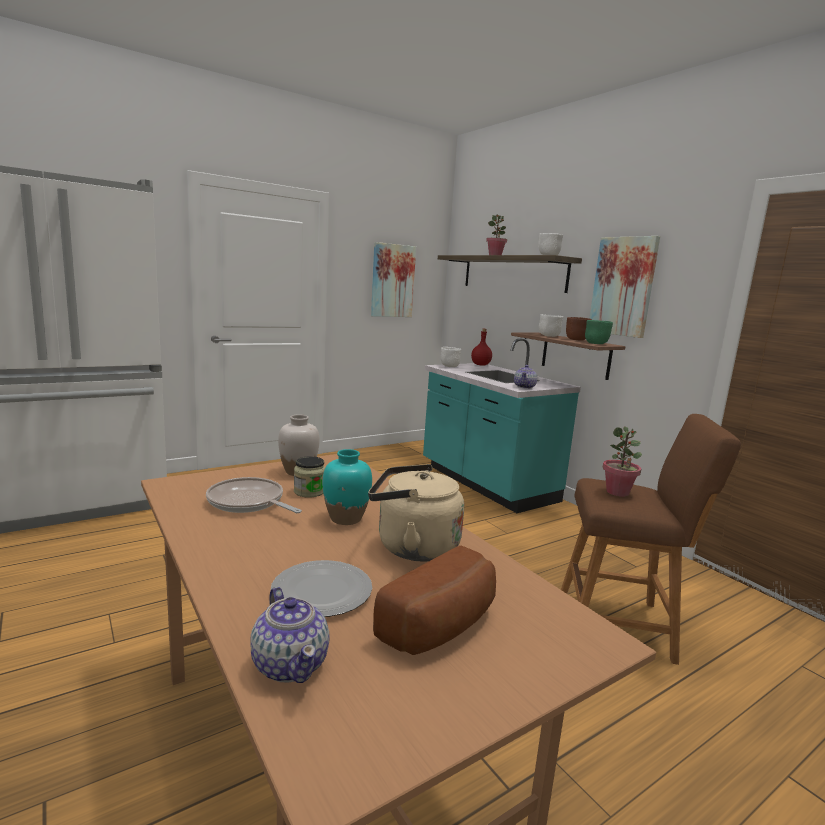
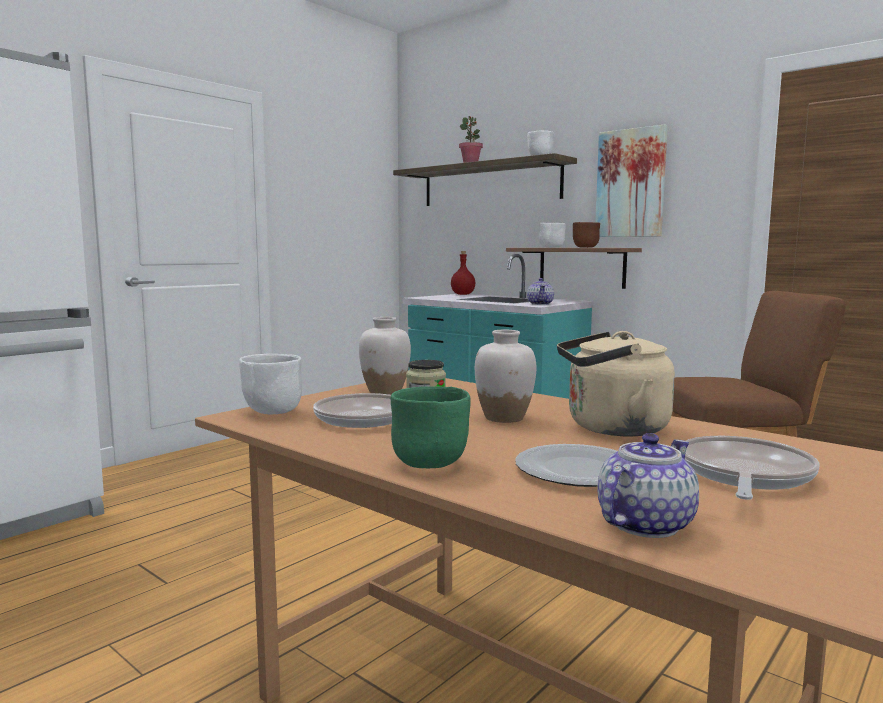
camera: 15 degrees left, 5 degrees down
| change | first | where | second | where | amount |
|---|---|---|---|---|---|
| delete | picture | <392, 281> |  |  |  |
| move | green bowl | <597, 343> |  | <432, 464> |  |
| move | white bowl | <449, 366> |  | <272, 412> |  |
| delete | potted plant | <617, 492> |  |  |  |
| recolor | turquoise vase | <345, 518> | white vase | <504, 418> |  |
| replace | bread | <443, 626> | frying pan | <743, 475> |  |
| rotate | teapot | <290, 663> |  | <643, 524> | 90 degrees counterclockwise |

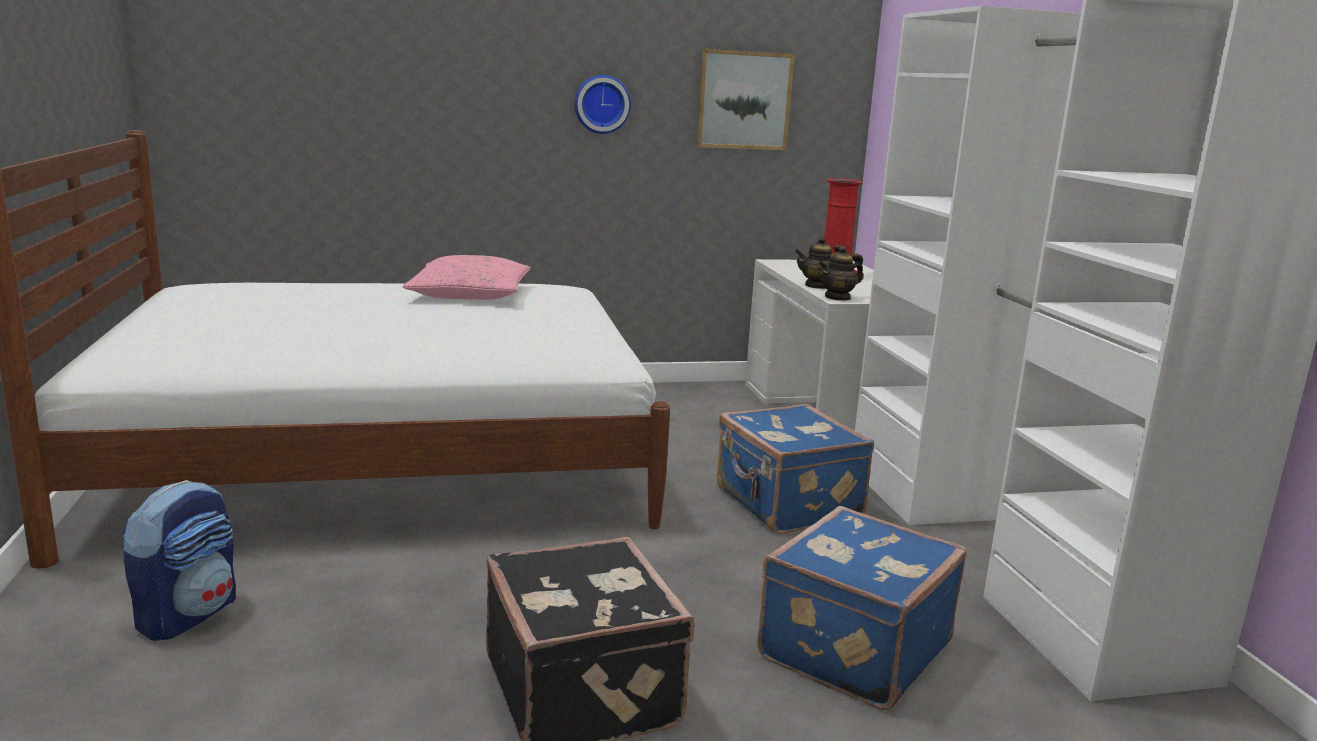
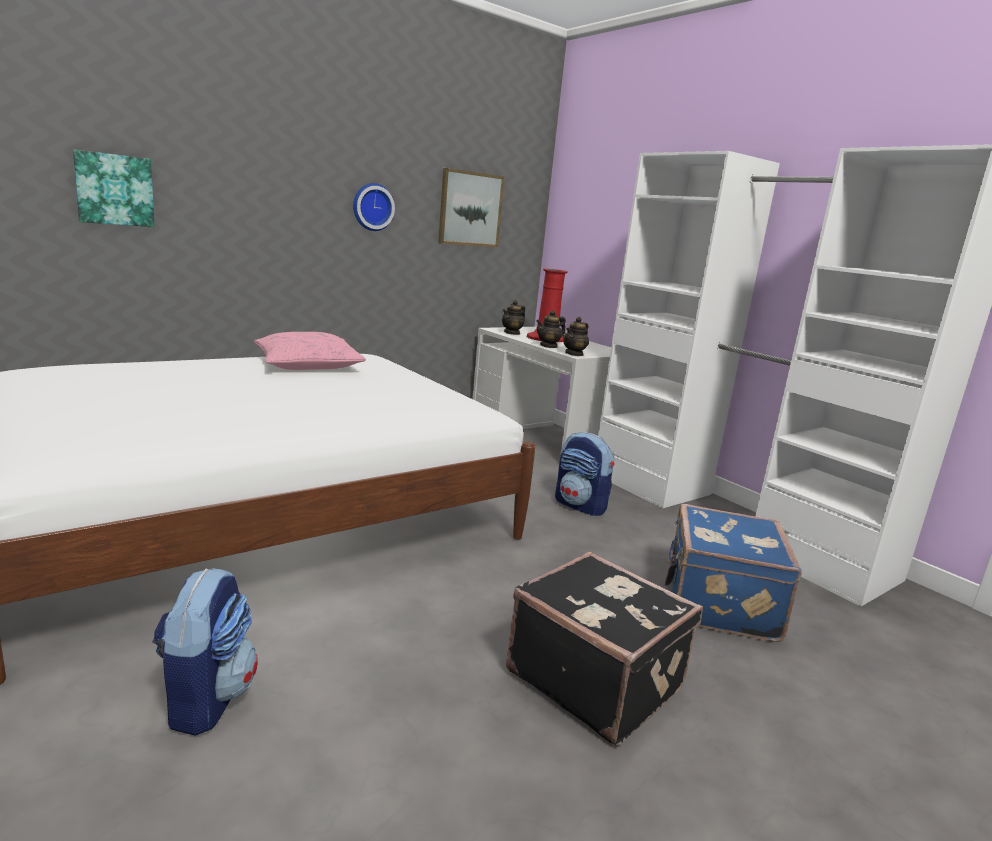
camera: 25 degrees left, 0 degrees up
| change | first | where | second | where | amount |
|---|---|---|---|---|---|
| replace | blue suitcase | <786, 505> | backpack | <581, 506> |  |
| insert |  |  | picture | <114, 189> |  |
| insert |  |  | teapot | <512, 333> |  |

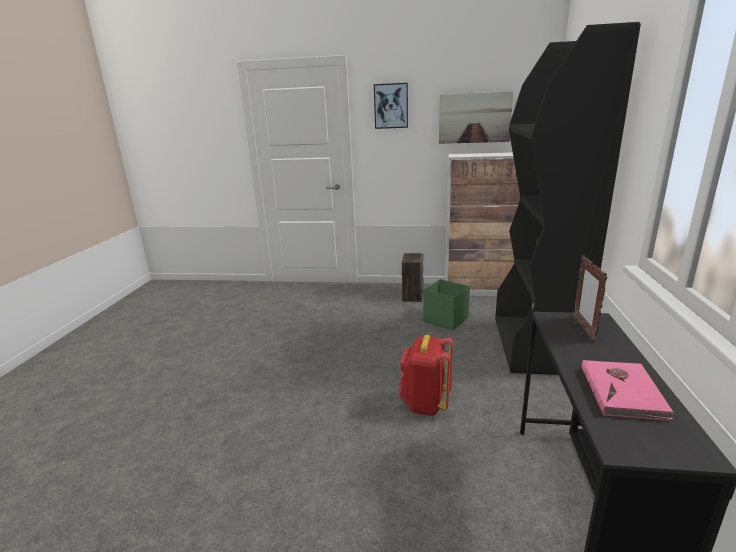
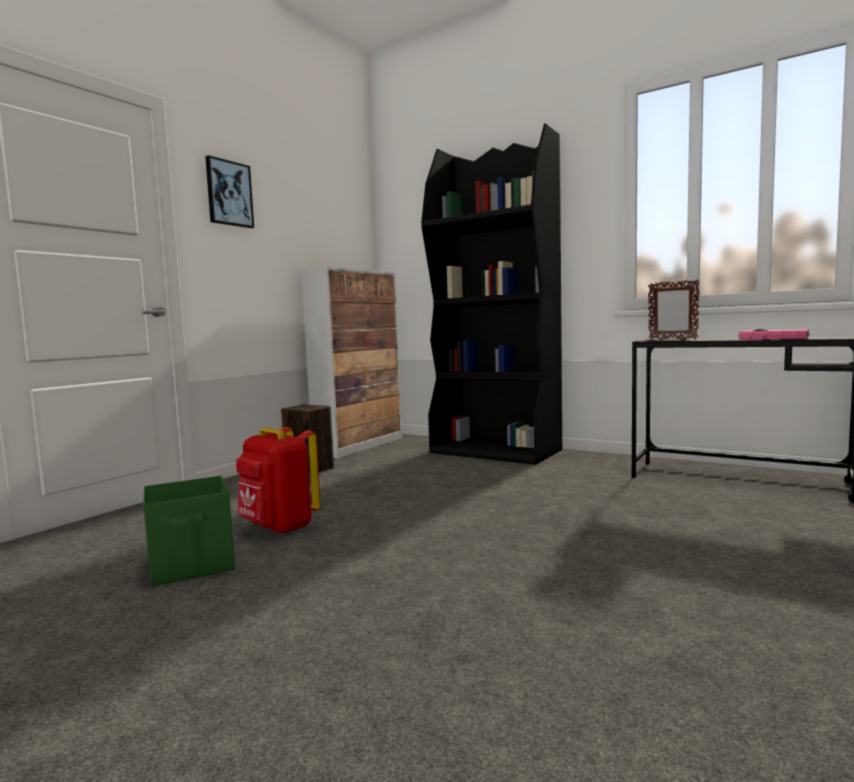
camera: 65 degrees left, 15 degrees down
| change | first | where | second | where | amount |
|---|---|---|---|---|---|
| delete | picture | <474, 118> |  |  |  |
| move | green storage box | <446, 320> |  | <193, 565> |  |
| move | red backpack | <425, 404> |  | <279, 527> |  |

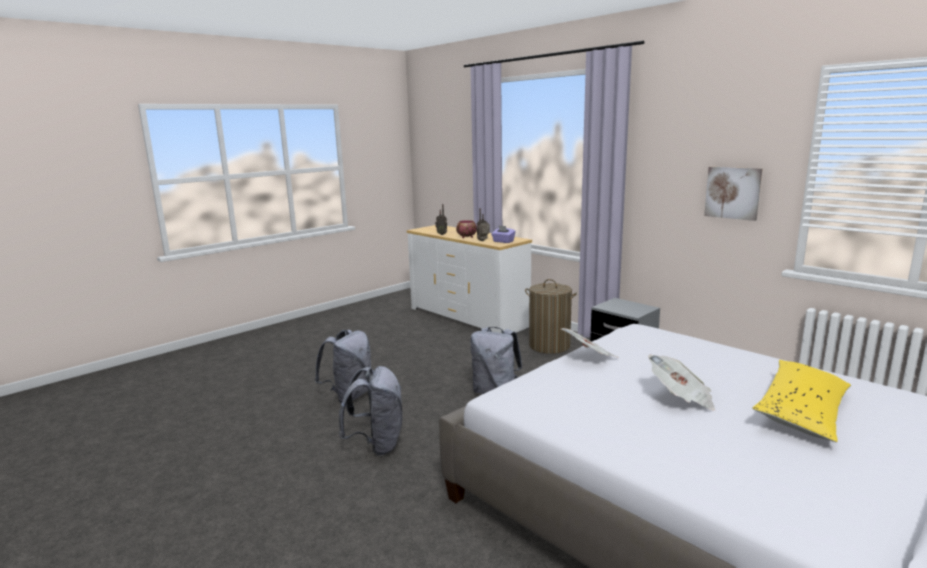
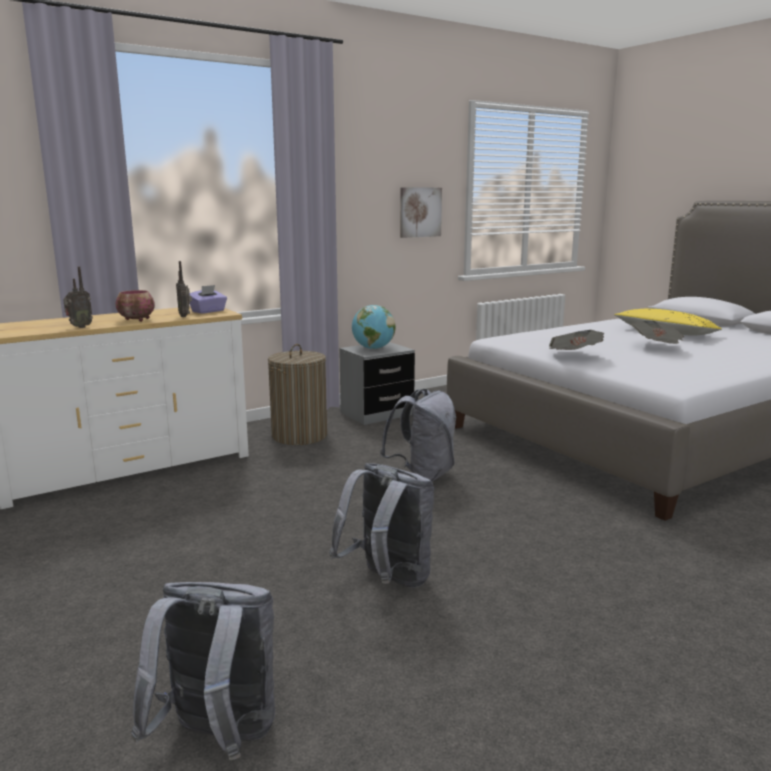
camera: 80 degrees left, 0 degrees up
| change | first | where | second | where | amount |
|---|---|---|---|---|---|
| move | grey backpack | <377, 444> |  | <217, 739> |  |
| insert |  |  | globe | <373, 348> |  |

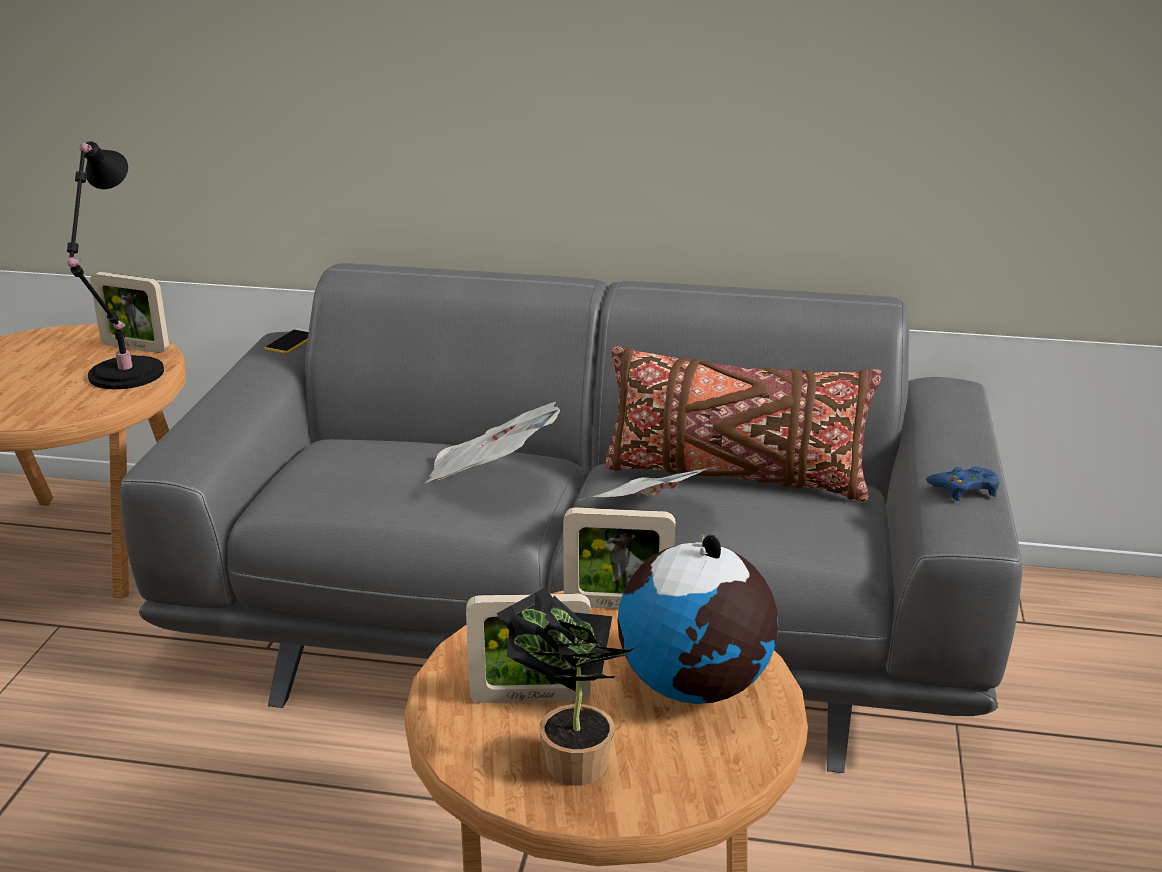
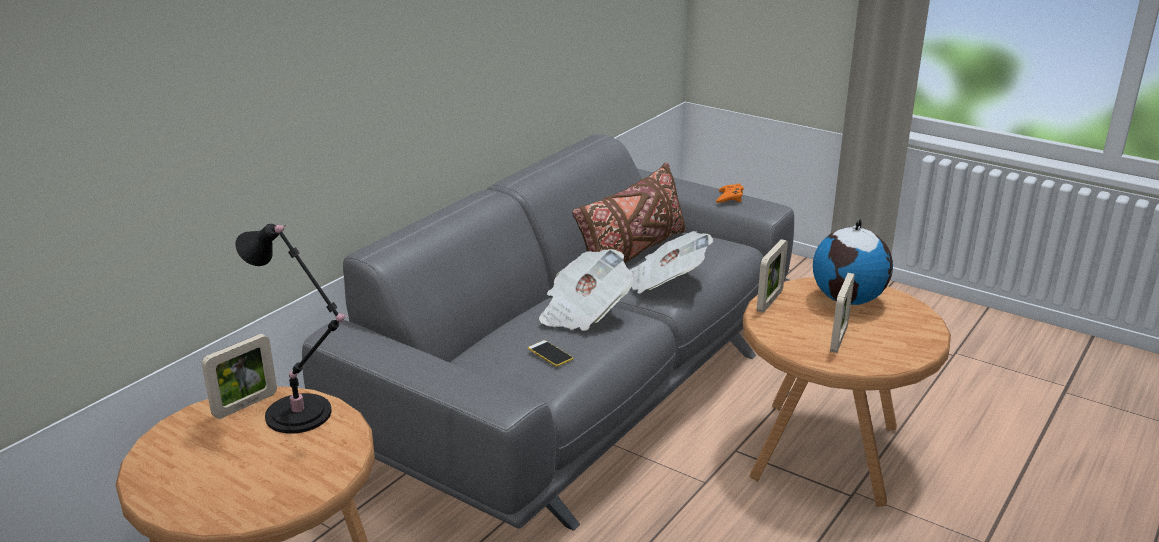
camera: 65 degrees left, 0 degrees up
| change | first | where | second | where | amount |
|---|---|---|---|---|---|
| move | phone | <292, 341> |  | <550, 354> |  |
| recolor | blue game controller | <965, 489> | orange game controller | <729, 197> |  |
| delete | potted plant | <568, 761> |  |  |  |

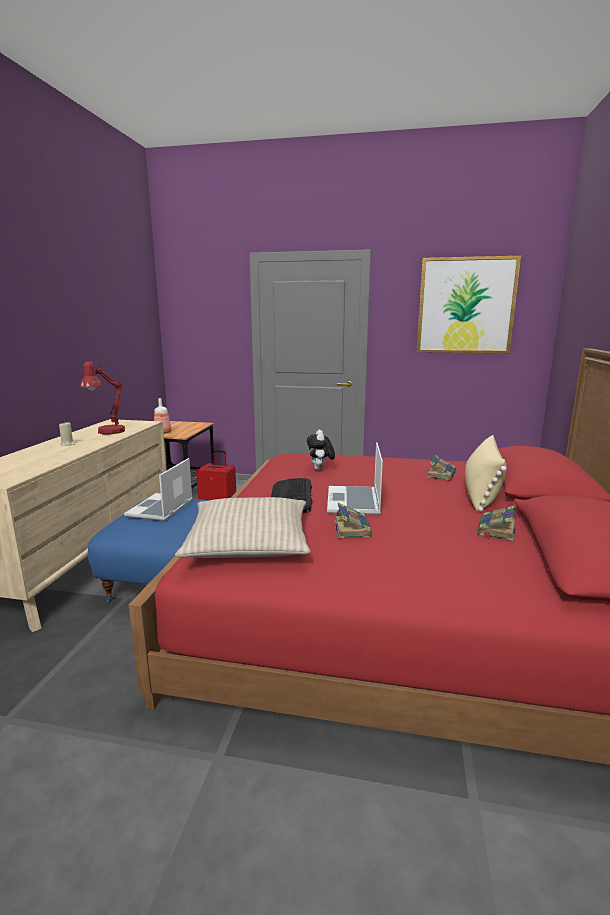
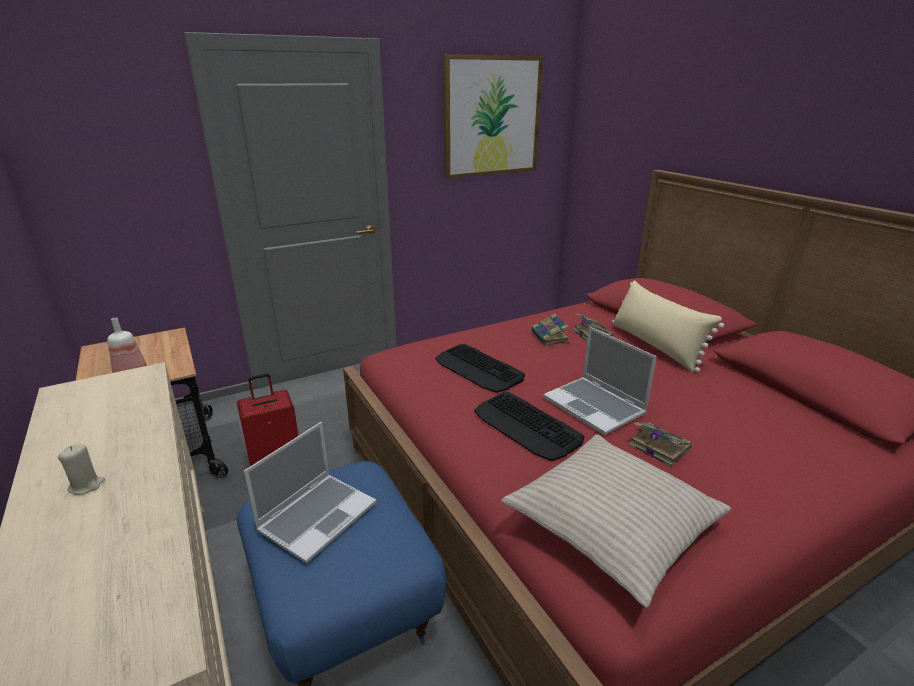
camera: 40 degrees left, 10 degrees up
| change | first | where | second | where | amount |
|---|---|---|---|---|---|
| delete | red table lamp | <107, 432> |  |  |  |
| replace | plush toy | <320, 469> | keyboard | <478, 369> |  |
| rotate | laptop | <160, 509> |  | <318, 516> | 120 degrees counterclockwise |
| move | book | <496, 530> |  | <550, 337> |  |

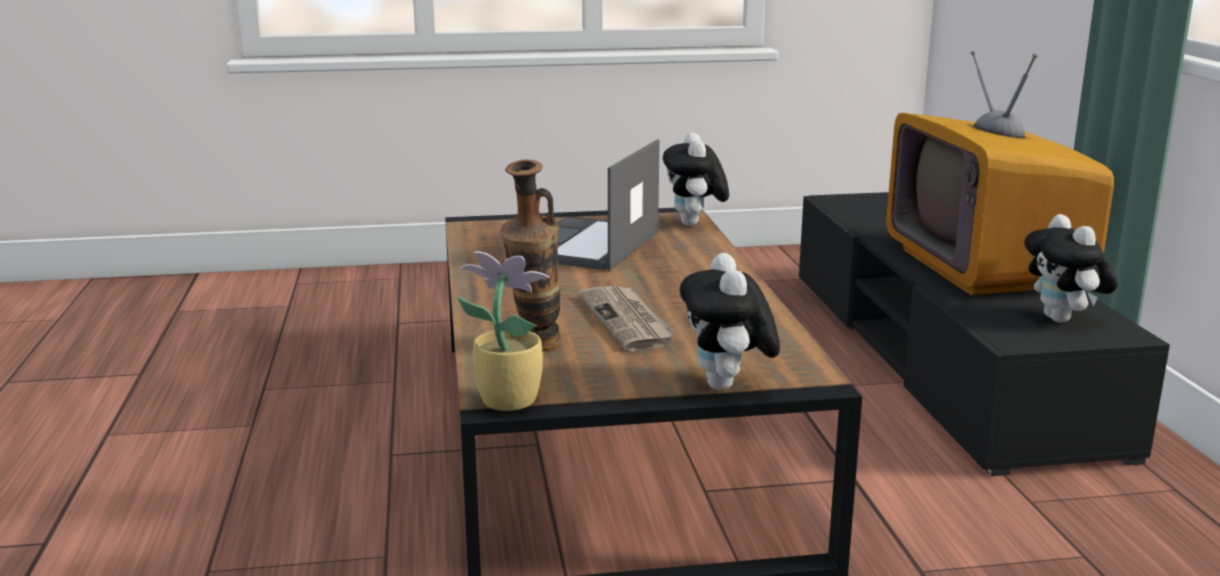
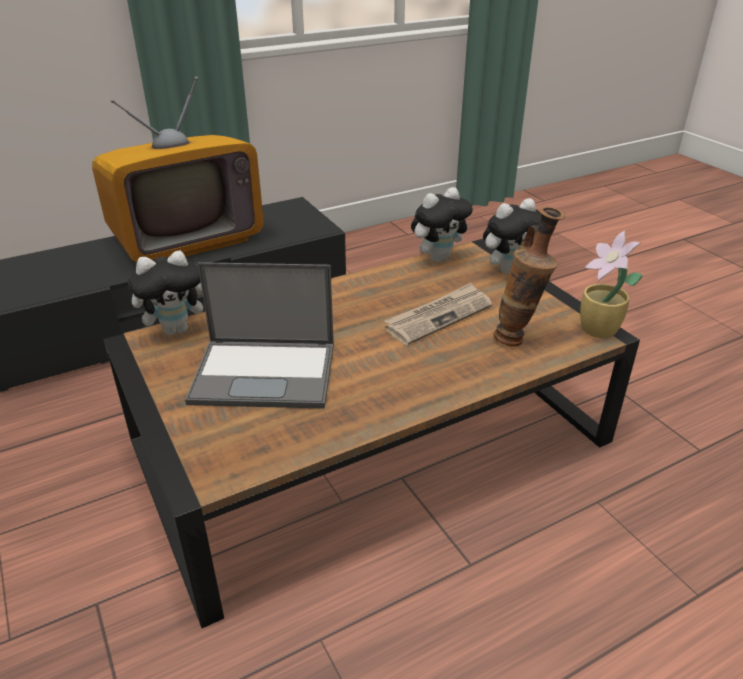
camera: 110 degrees left, 15 degrees up
| change | first | where | second | where | amount |
|---|---|---|---|---|---|
| move | plush toy | <1063, 320> |  | <438, 257> |  |

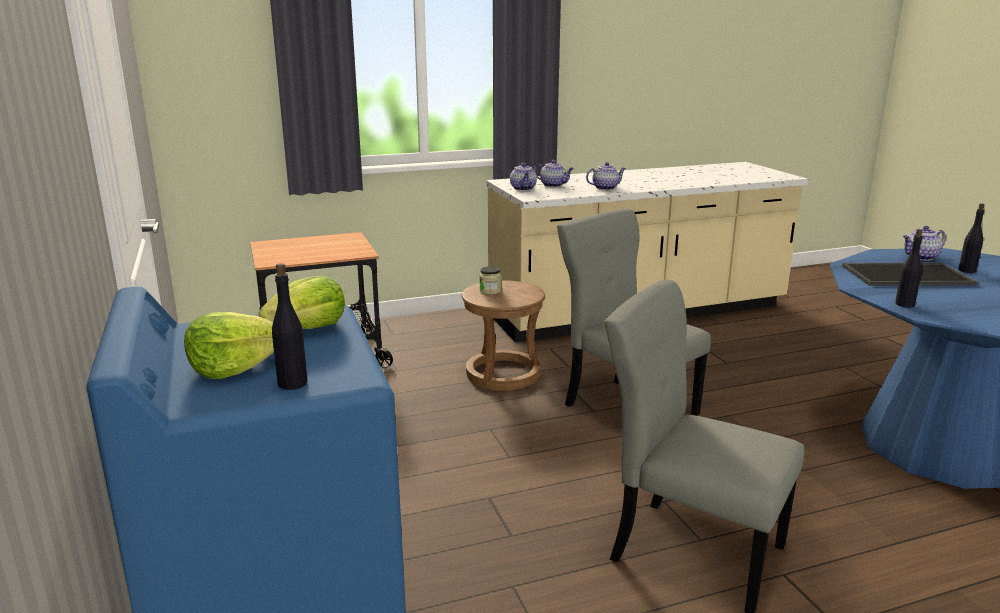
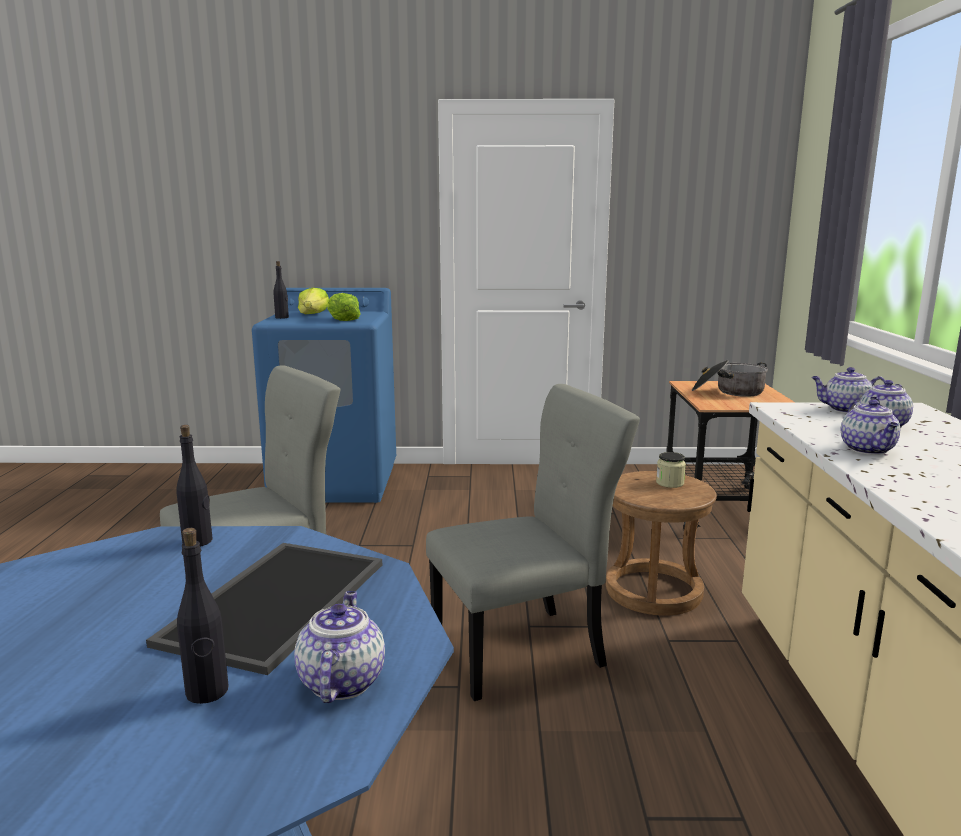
camera: 110 degrees right, 5 degrees down
| change | first | where | second | where | amount |
|---|---|---|---|---|---|
| insert |  |  | cooking pot | <728, 391> |  |

